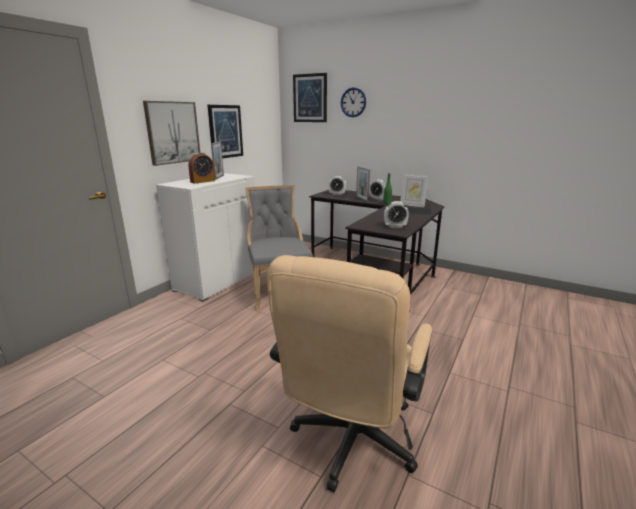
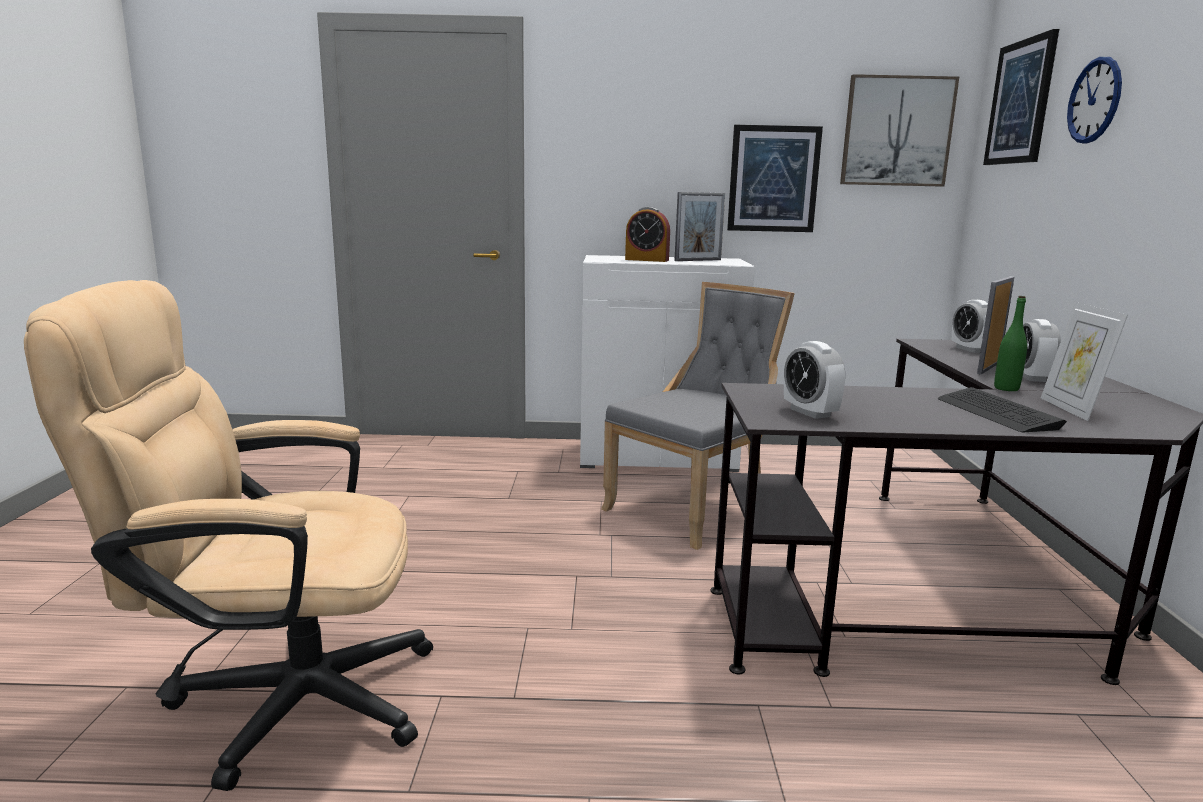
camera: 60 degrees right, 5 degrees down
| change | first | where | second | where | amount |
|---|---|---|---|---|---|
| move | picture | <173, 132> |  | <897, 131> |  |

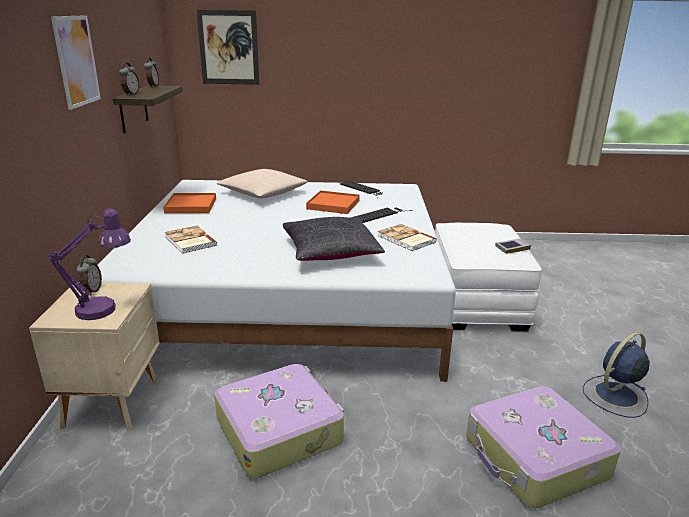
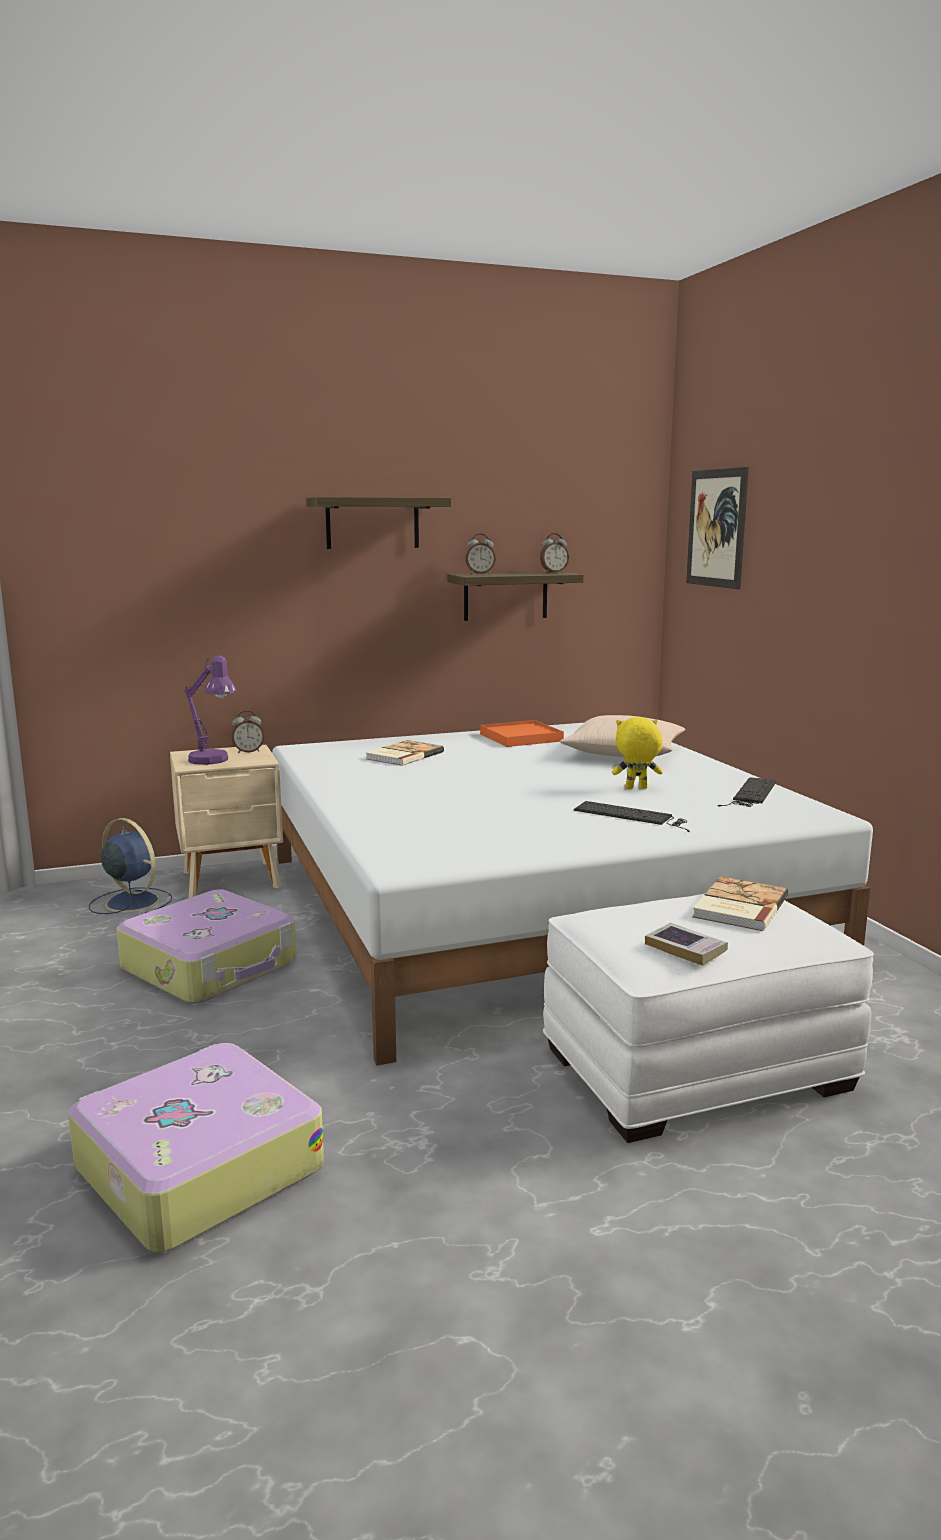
camera: 70 degrees right, 10 degrees down
| change | first | where | second | where | amount |
|---|---|---|---|---|---|
| replace | picture | <76, 61> | shelf | <372, 523> |  |
| replace | orange tray | <333, 205> | yellow plush toy | <636, 788> |  |
| delete | black pillow | <331, 252> |  |  |  |
| move | book | <405, 239> |  | <738, 907> |  |
| move | blue fan | <615, 395> |  | <131, 902> |  |

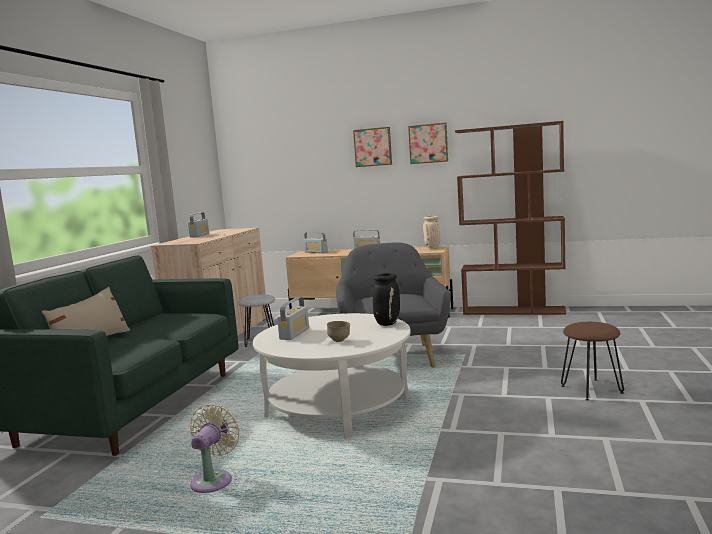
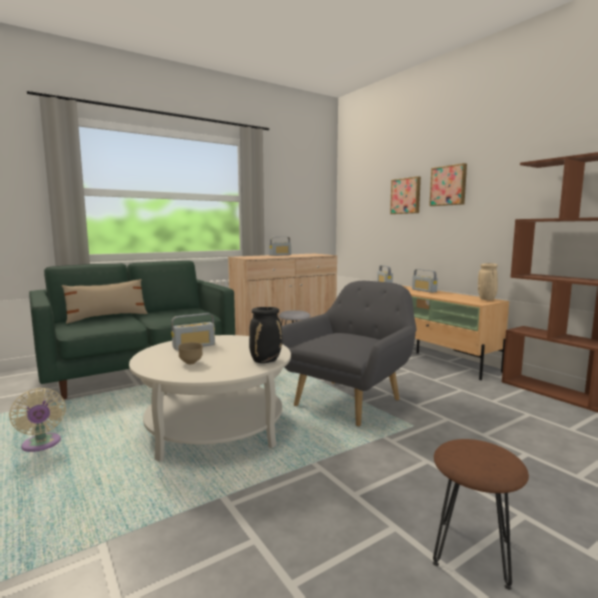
camera: 40 degrees right, 0 degrees up
| change | first | where | second | where | amount |
|---|---|---|---|---|---|
| move | picture | <428, 143> |  | <406, 196> |  |
| rotate | beige fan | <213, 480> |  | <41, 445> | 90 degrees clockwise |

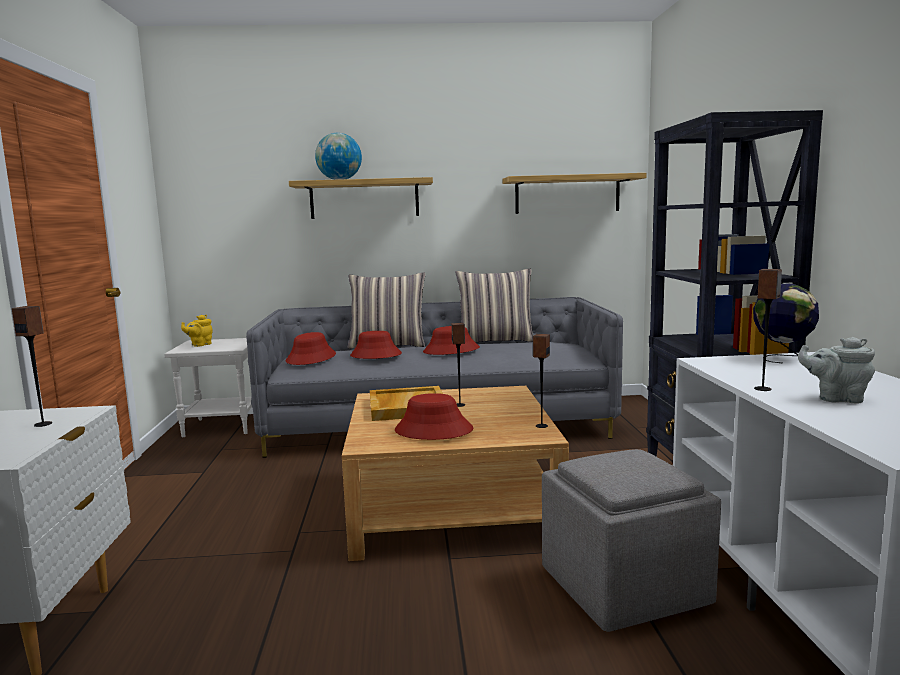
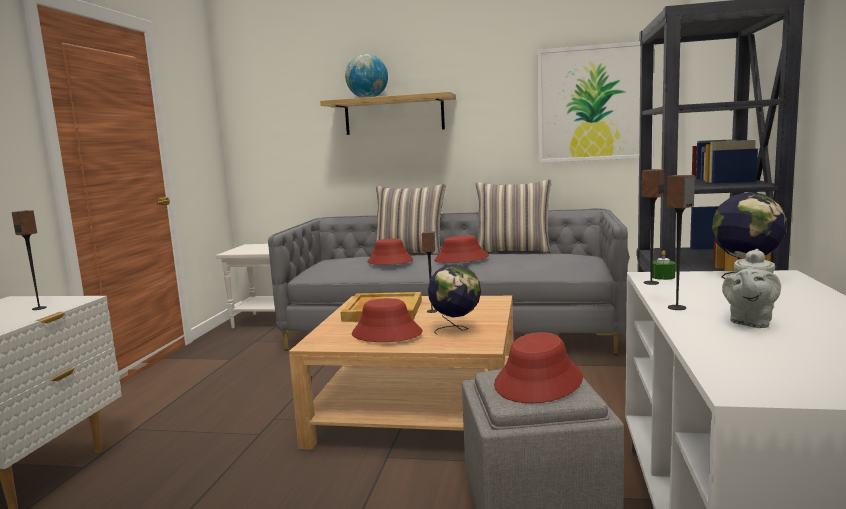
camera: 15 degrees right, 0 degrees up
| change | first | where | second | where | amount |
|---|---|---|---|---|---|
| replace | shelf | <567, 194> | picture | <594, 103> |  |
| delete | yellow teapot | <200, 345> |  |  |  |
| move | red hat | <311, 358> |  | <539, 382> |  |
| move | speaker | <541, 426> |  | <650, 283> |  |
| rotate | grey teapot | <836, 398> |  | <749, 322> | 90 degrees counterclockwise |
| insert |  |  | green candle | <663, 277> |  |
| insert |  |  | globe | <456, 330> |  |

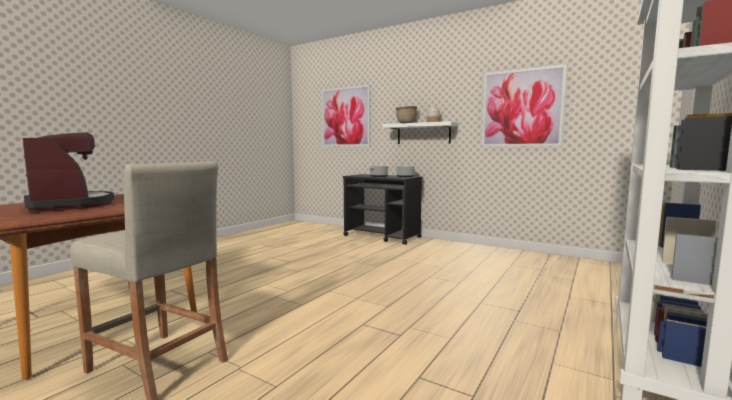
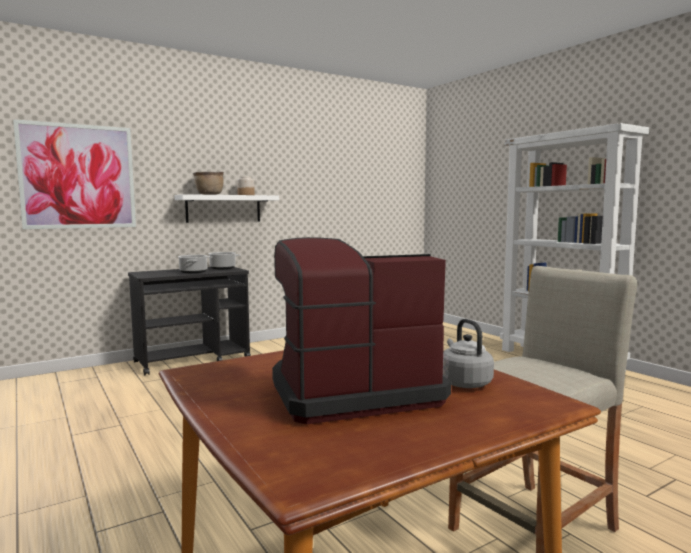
camera: 65 degrees left, 0 degrees up
| change | first | where | second | where | amount |
|---|---|---|---|---|---|
| delete | picture | <521, 108> |  |  |  |
| insert |  |  | grey kettle | <464, 382> |  |

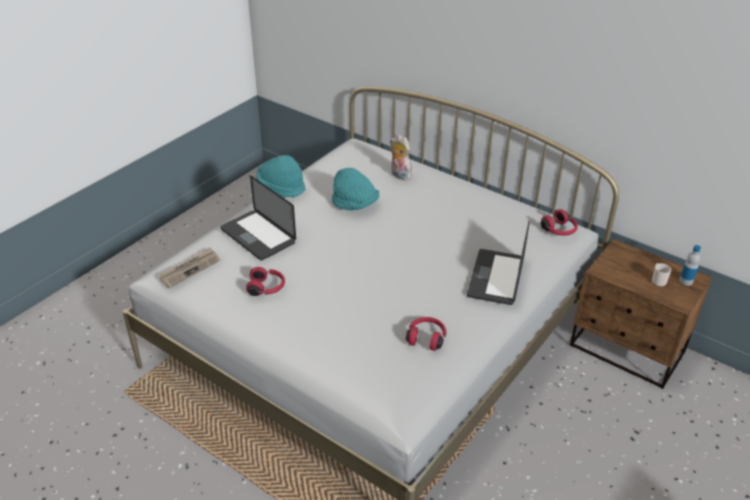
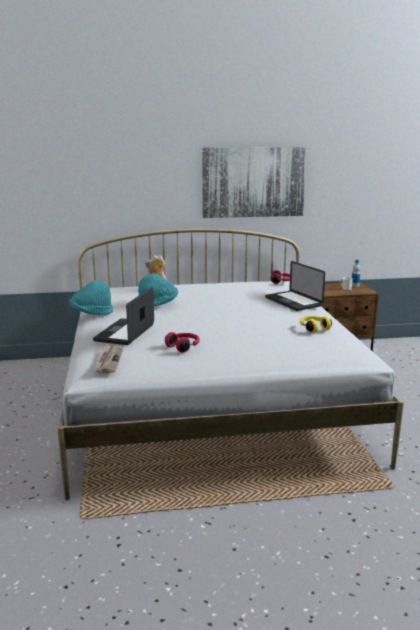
camera: 45 degrees left, 20 degrees down
| change | first | where | second | where | amount |
|---|---|---|---|---|---|
| rotate | laptop | <258, 236> |  | <125, 333> | 105 degrees clockwise |
| recolor | red headphones | <426, 338> | yellow headphones | <313, 328> |  |
| insert |  |  | picture | <253, 182> |  |

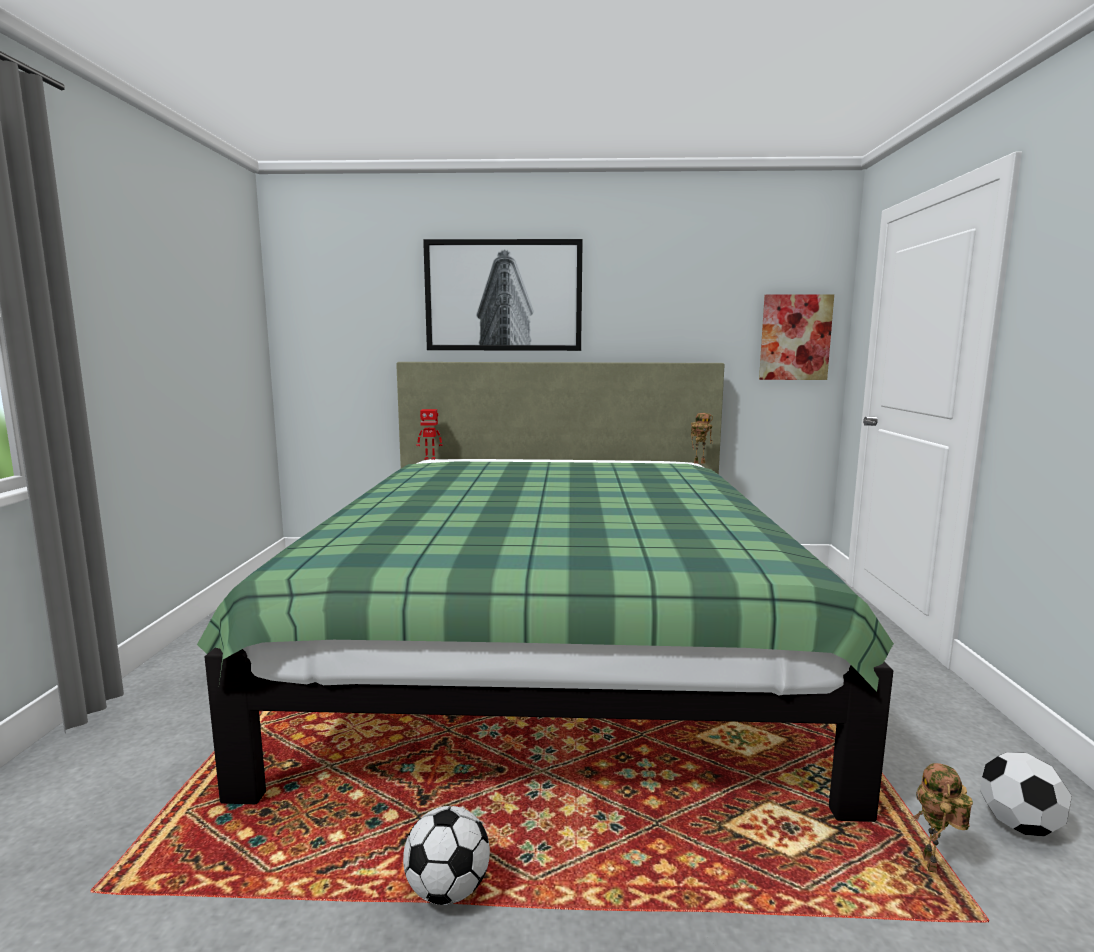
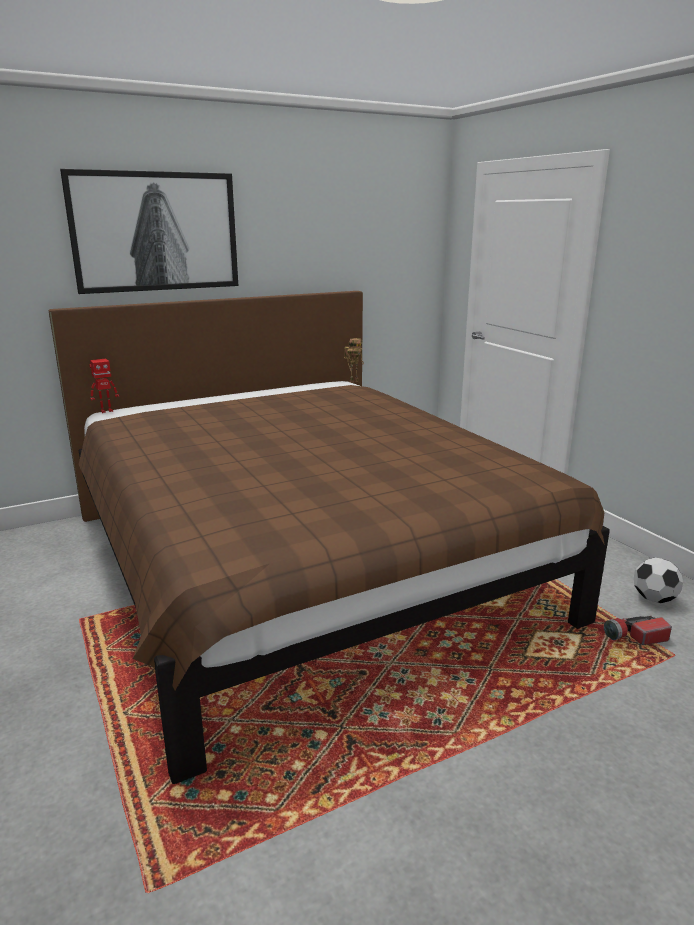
camera: 30 degrees left, 10 degrees up
| change | first | where | second | where | amount |
|---|---|---|---|---|---|
| delete | picture | <795, 337> |  |  |  |
| recolor | green bed | <550, 644> | brown bed | <300, 564> |  |
| replace | toy robot | <933, 867> | flashlight | <635, 637> |  |
| delete | football | <447, 890> |  |  |  |

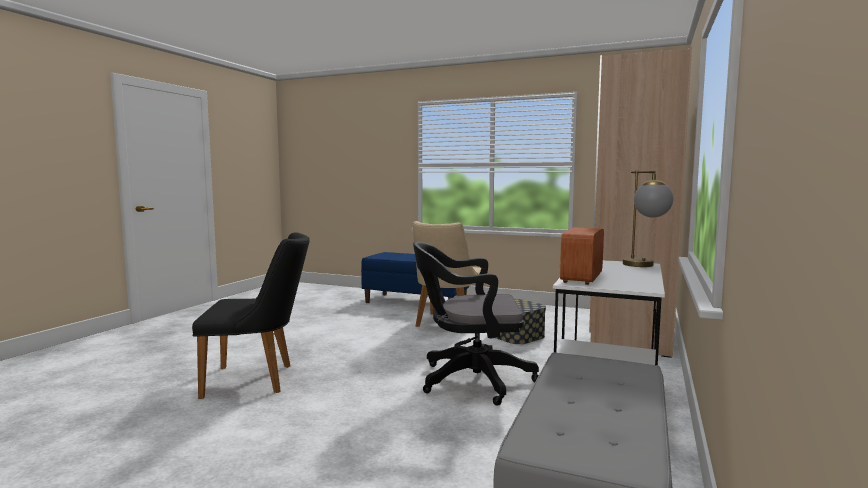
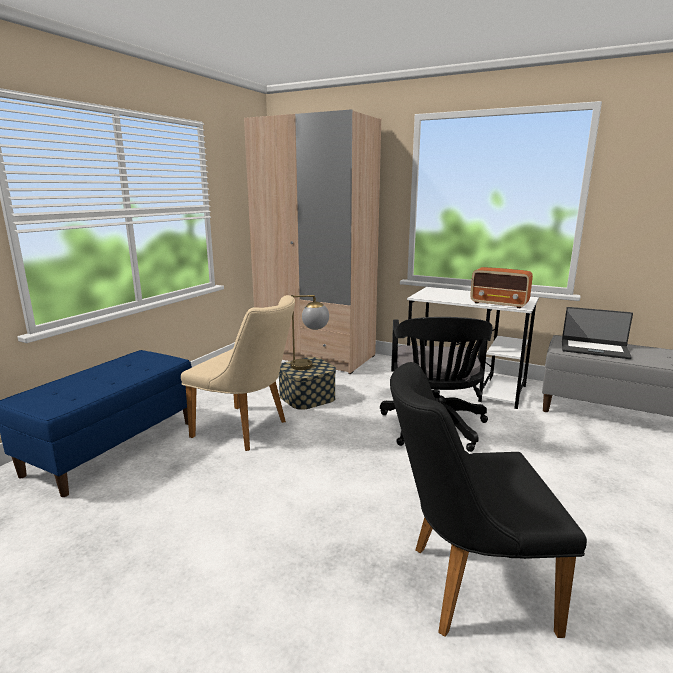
camera: 85 degrees left, 10 degrees up
| change | first | where | second | where | amount |
|---|---|---|---|---|---|
| move | table lamp | <644, 266> |  | <309, 365> |  |
| rotate | black chair | <258, 379> |  | <465, 585> | 90 degrees counterclockwise |
| insert |  |  | laptop | <594, 349> |  |

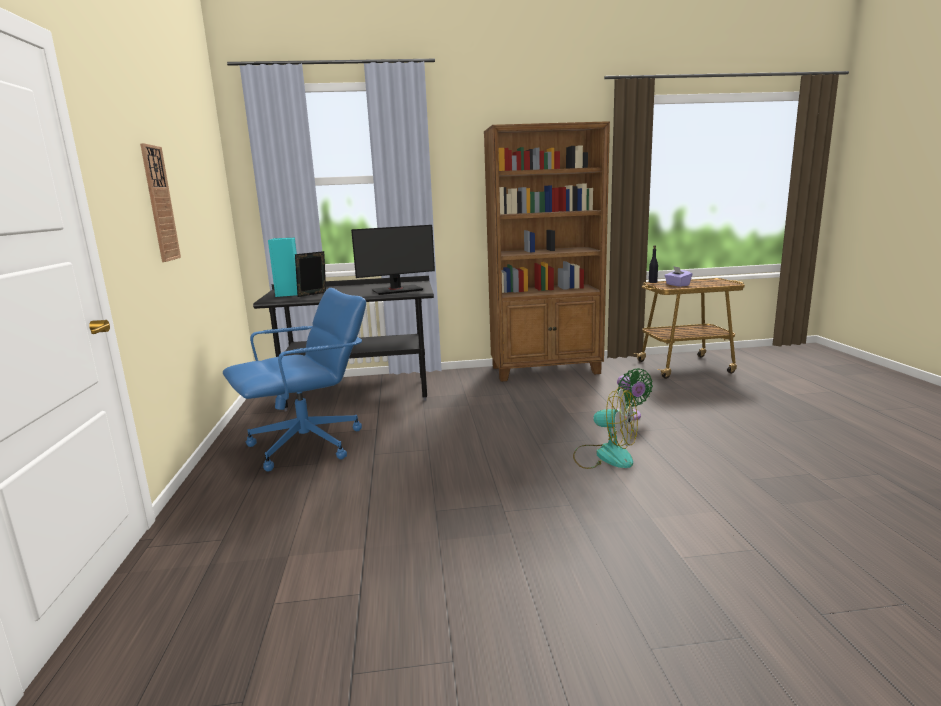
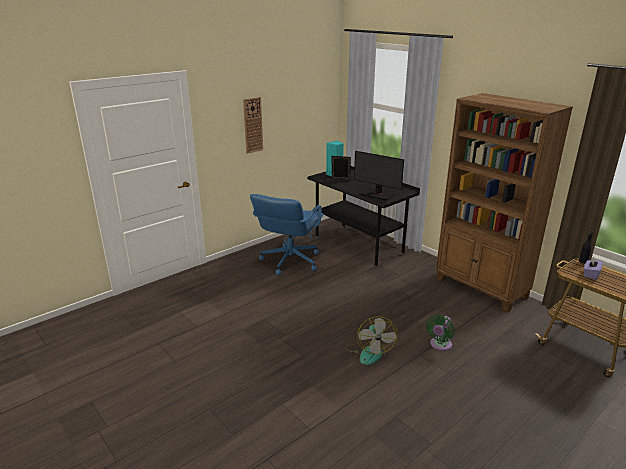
camera: 55 degrees right, 10 degrees up
| change | first | where | second | where | amount |
|---|---|---|---|---|---|
| rotate | blue office chair | <308, 445> |  | <289, 261> | 90 degrees clockwise |

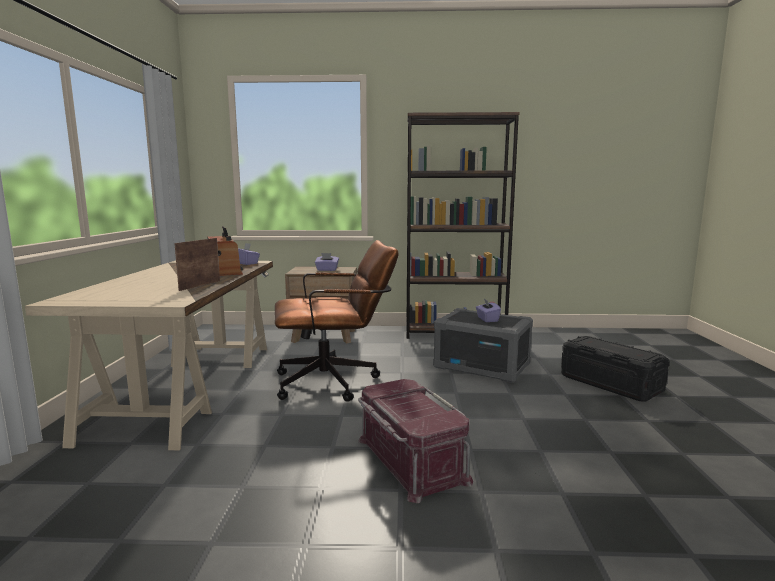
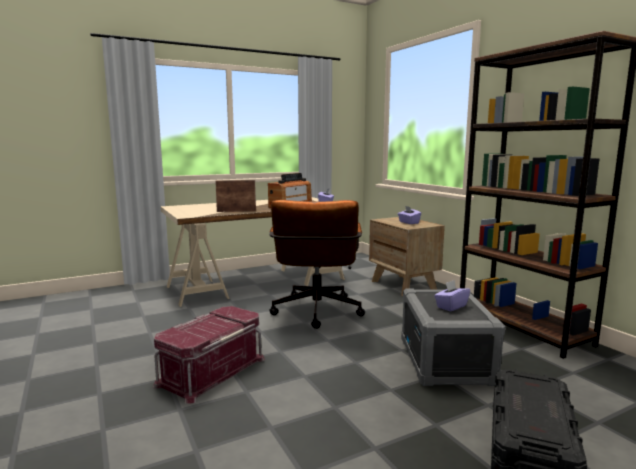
camera: 60 degrees right, 0 degrees up
| change | first | where | second | where | amount |
|---|---|---|---|---|---|
| rotate | brown office chair | <335, 382> |  | <316, 314> | 45 degrees clockwise |

